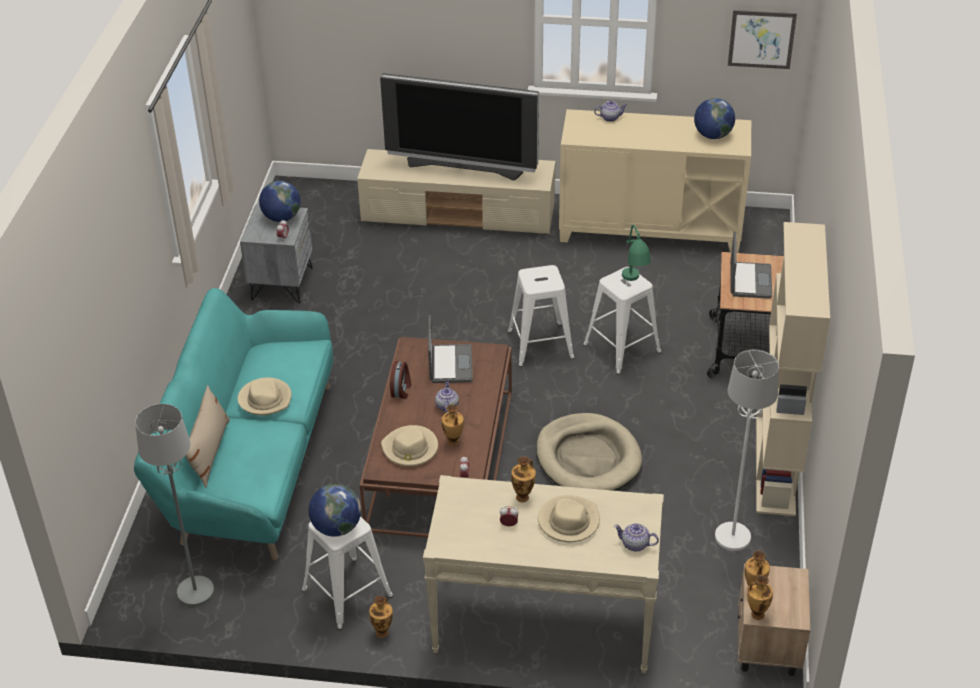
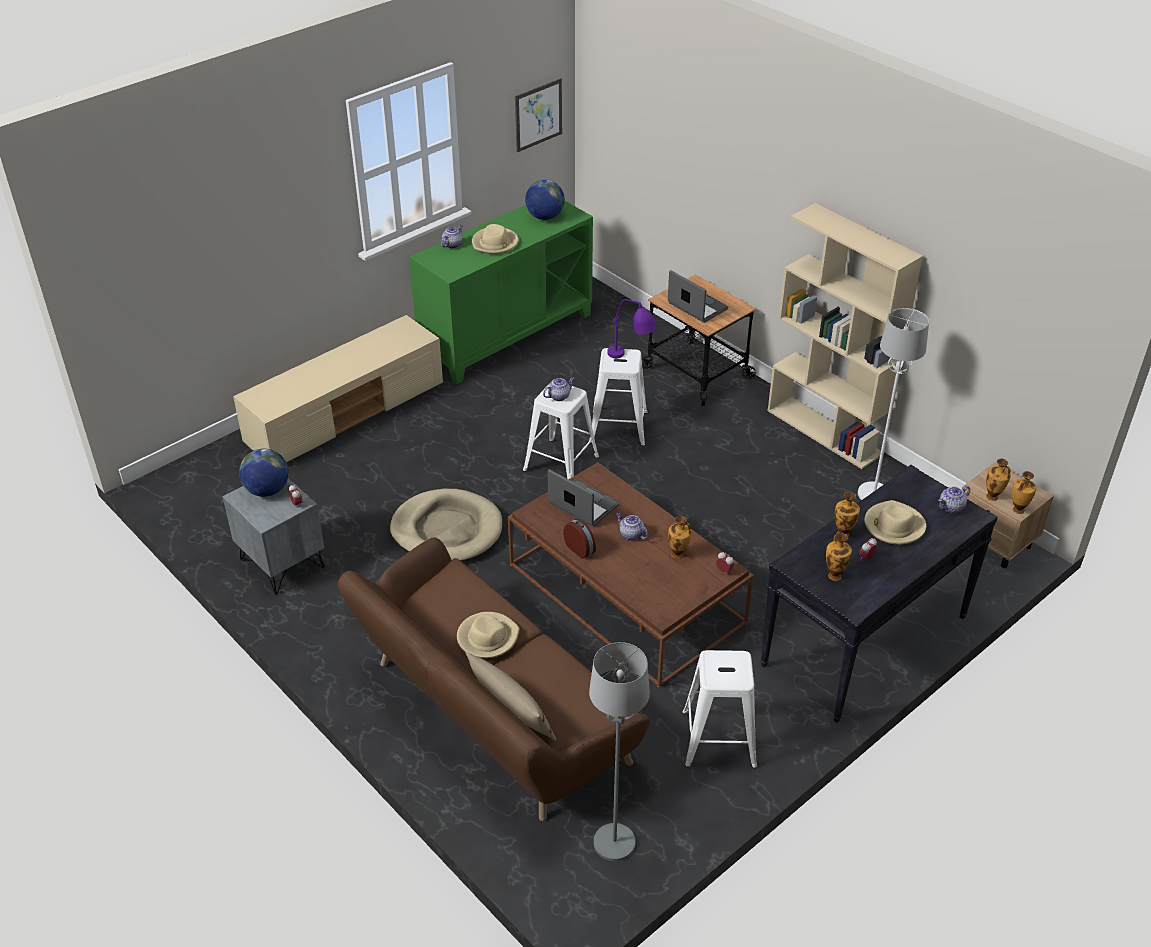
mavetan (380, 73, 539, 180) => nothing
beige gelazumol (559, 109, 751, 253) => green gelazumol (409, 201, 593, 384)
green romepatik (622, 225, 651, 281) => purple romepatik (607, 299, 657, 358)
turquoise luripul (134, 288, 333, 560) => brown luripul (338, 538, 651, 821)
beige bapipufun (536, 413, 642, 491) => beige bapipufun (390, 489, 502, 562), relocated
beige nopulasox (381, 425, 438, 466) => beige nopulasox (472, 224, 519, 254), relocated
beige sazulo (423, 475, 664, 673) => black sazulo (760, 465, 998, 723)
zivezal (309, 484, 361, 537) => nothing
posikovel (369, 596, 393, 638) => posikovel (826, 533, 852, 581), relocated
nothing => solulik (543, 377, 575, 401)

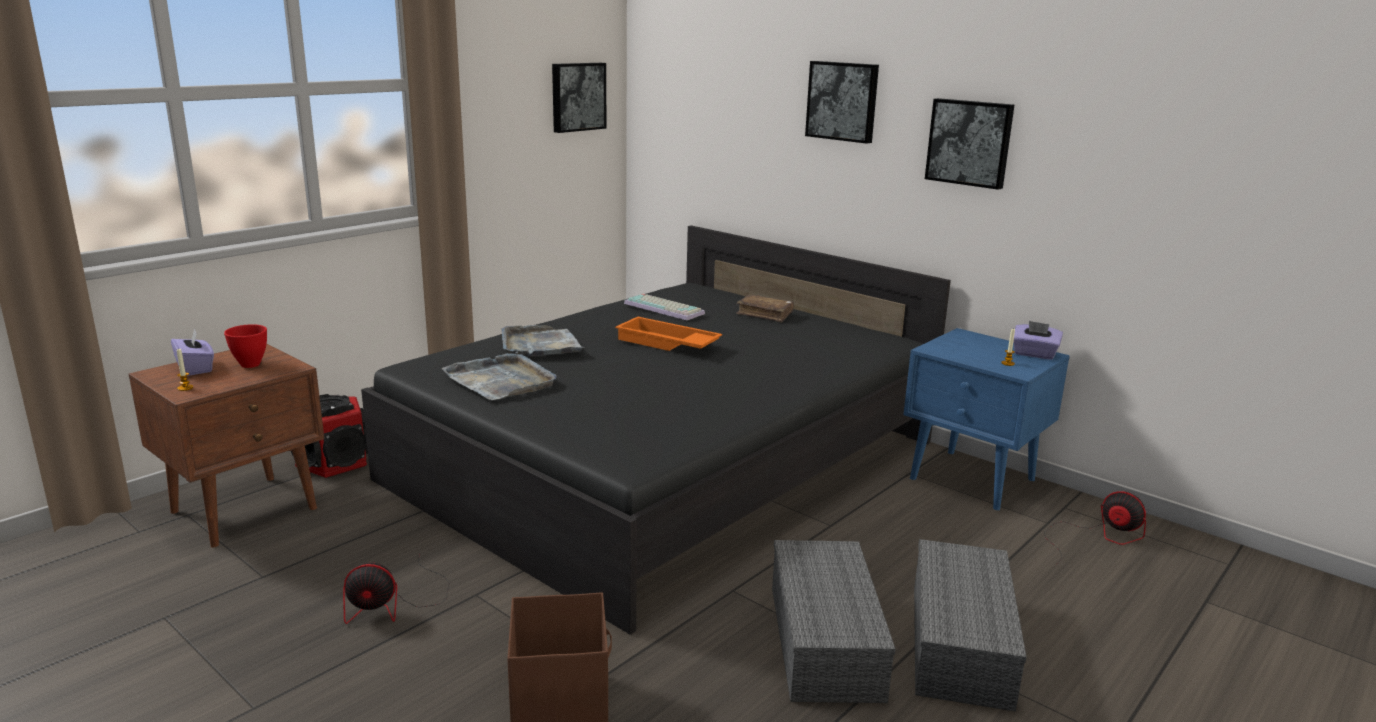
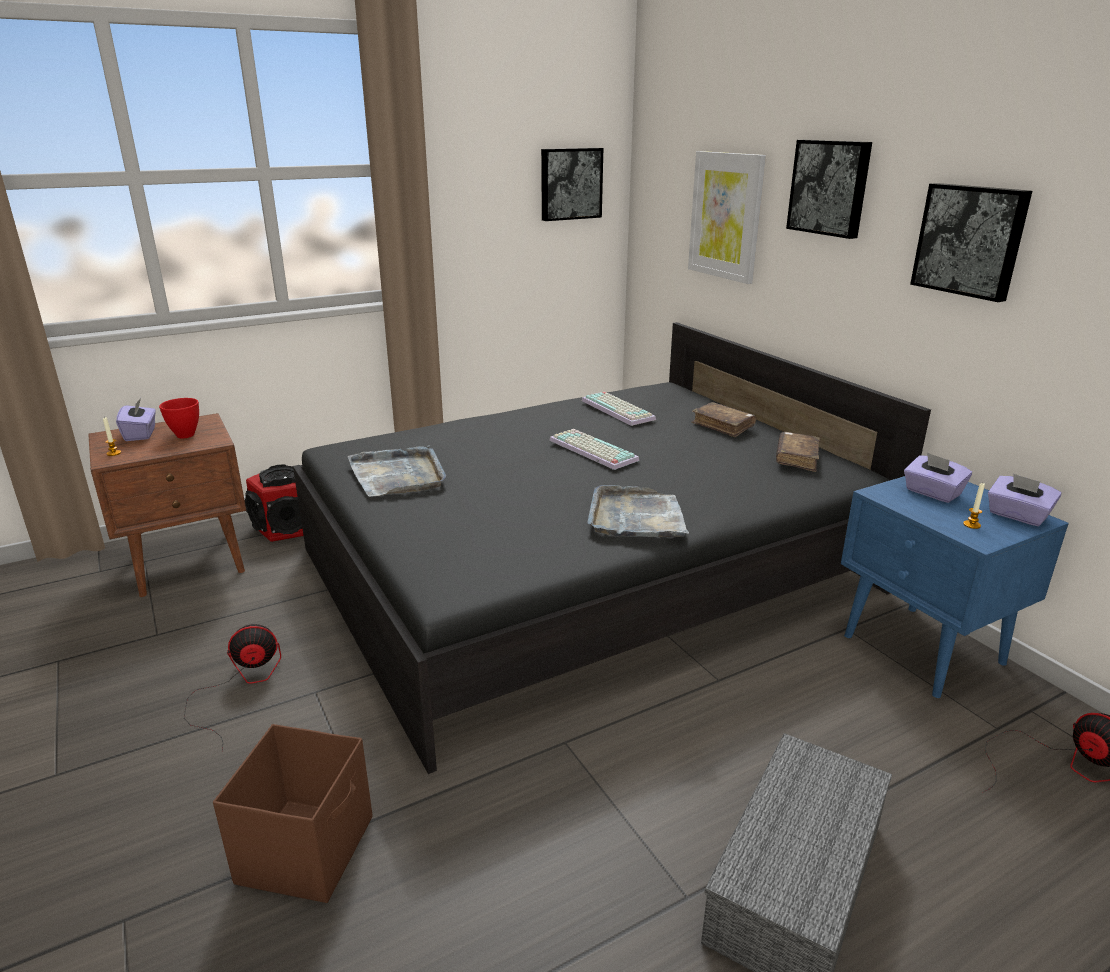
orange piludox (615, 317, 722, 351) => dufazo (549, 429, 639, 470)
grey piludox (502, 325, 584, 356) => grey piludox (587, 485, 689, 537), relocated
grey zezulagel (772, 540, 896, 703) => nothing
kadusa (343, 553, 450, 624) => kadusa (184, 624, 281, 752), 150 degrees clockwise
nothing => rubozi (688, 151, 766, 284)
nothing => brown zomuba (776, 432, 820, 472)
nothing => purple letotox (904, 453, 972, 503)

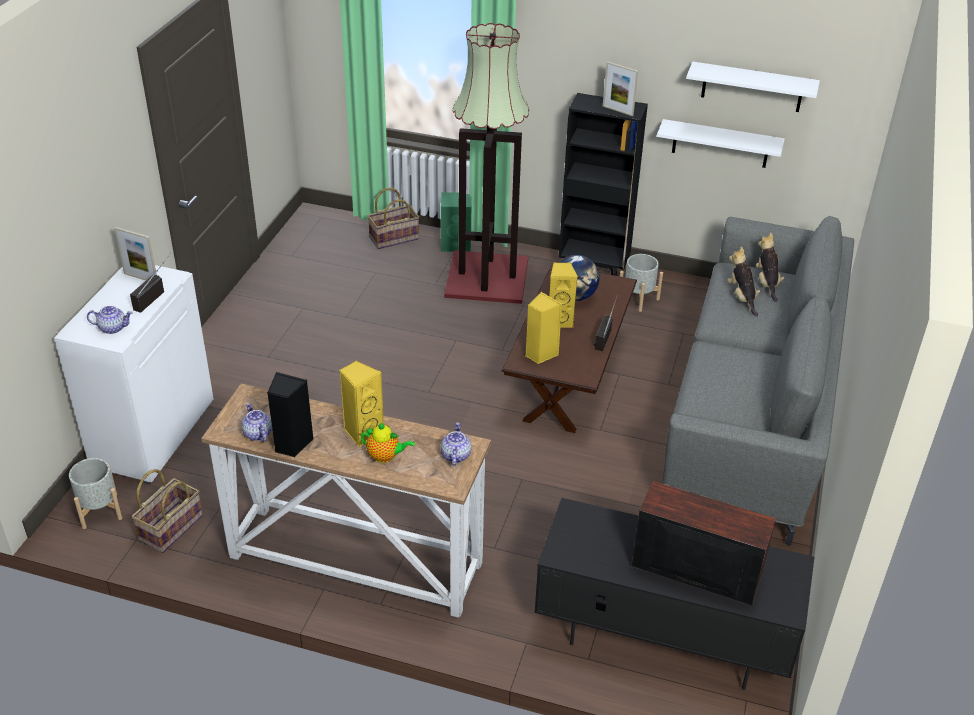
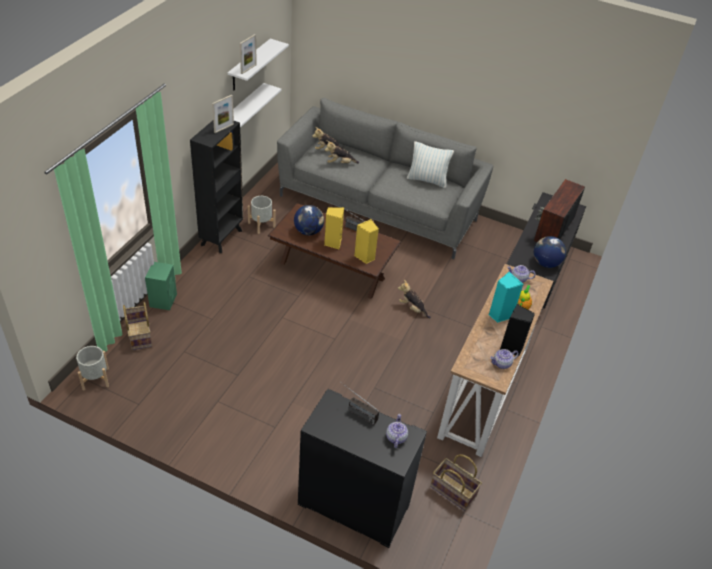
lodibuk (444, 23, 529, 304) => nothing
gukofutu (114, 227, 157, 280) => gukofutu (240, 34, 257, 74), relocated
white gelazumol (54, 265, 214, 484) => black gelazumol (298, 389, 427, 548)
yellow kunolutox (340, 360, 384, 447) => turquoise kunolutox (489, 272, 524, 323)
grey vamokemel (69, 458, 122, 529) => grey vamokemel (76, 346, 109, 391), relocated
nothing => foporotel (407, 141, 454, 188)
nothing => zivezal (534, 236, 566, 268)
nothing => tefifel (398, 280, 431, 319)

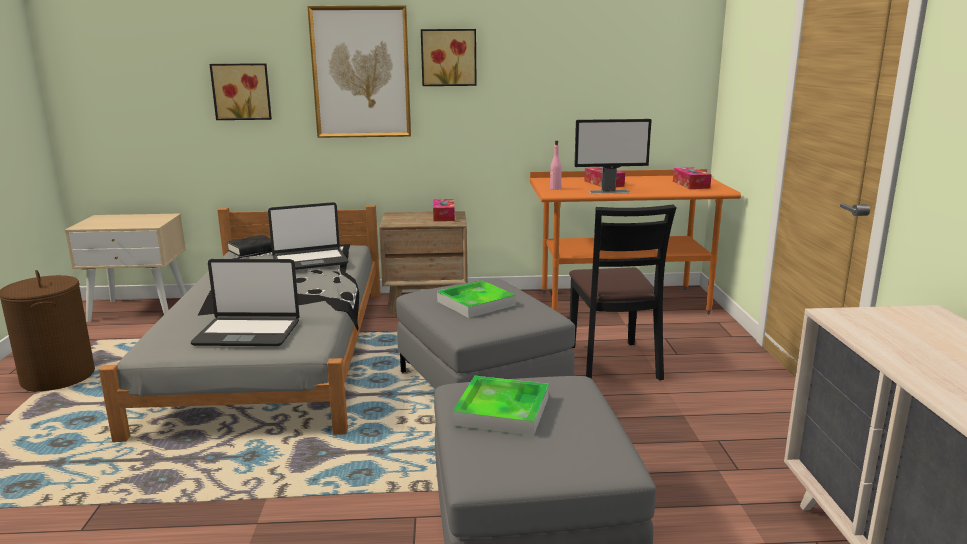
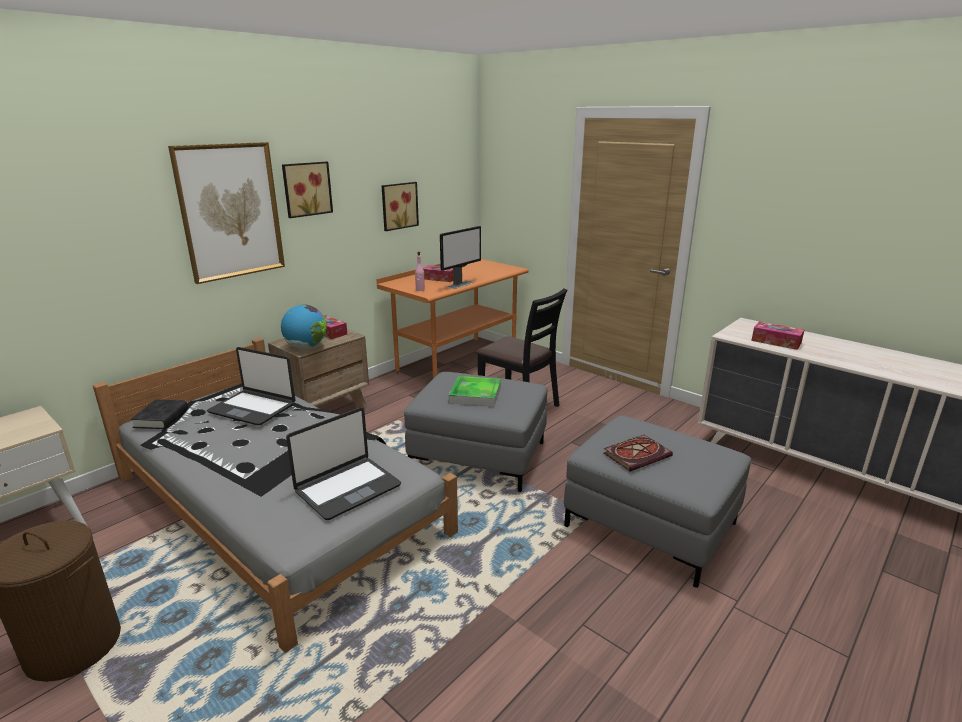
rubozi (209, 63, 272, 120) => rubozi (382, 182, 419, 231), relocated
letotox (673, 167, 712, 189) => letotox (751, 321, 804, 350), relocated
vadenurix (268, 202, 348, 270) => vadenurix (207, 347, 295, 425), 90 degrees clockwise
piludox (452, 376, 549, 436) => zomuba (604, 435, 673, 472)
nothing => zivezal (281, 304, 327, 349)

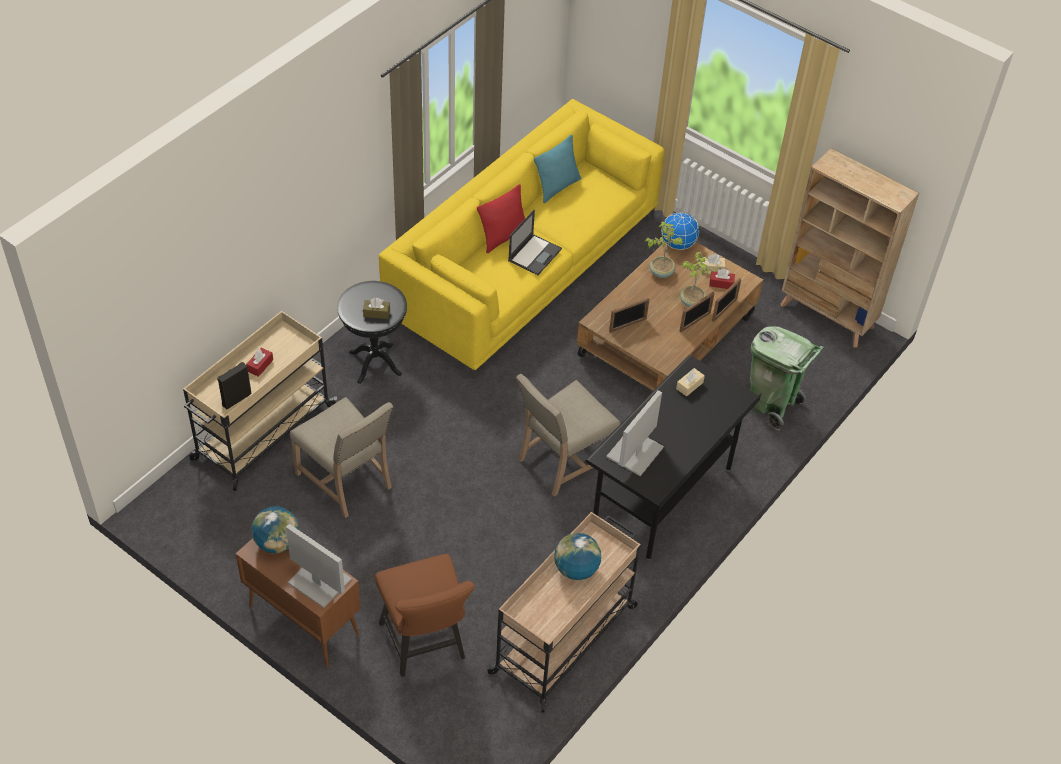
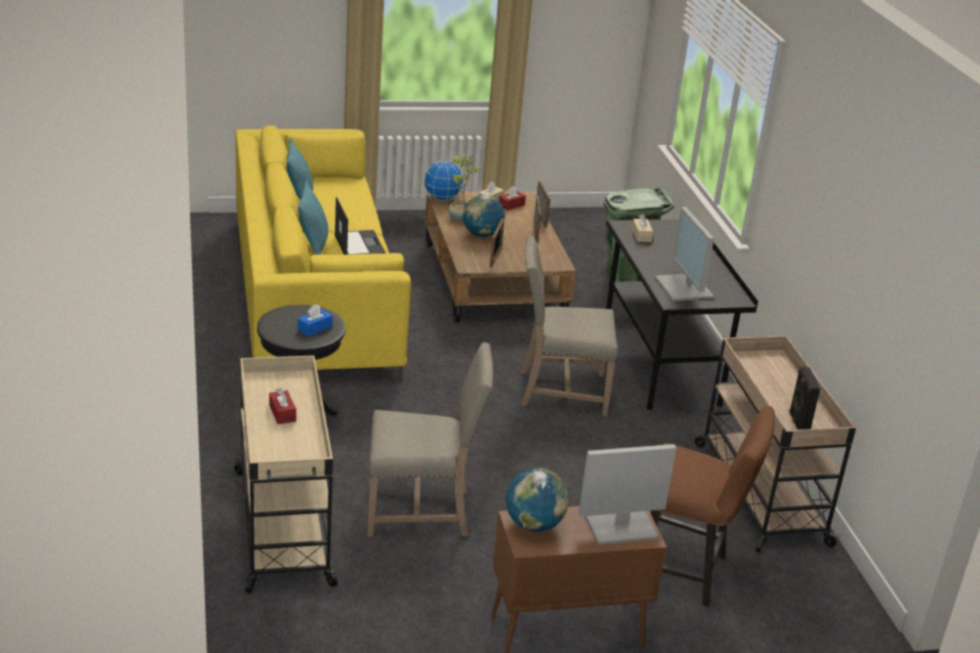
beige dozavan (781, 148, 919, 348) => nothing
red foporotel (477, 184, 525, 253) => turquoise foporotel (298, 180, 328, 255)
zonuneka (680, 251, 722, 307) => nothing
brown letotox (363, 298, 390, 319) => blue letotox (298, 304, 333, 336)
black kunolutox (217, 362, 252, 409) => black kunolutox (789, 366, 821, 430), relocated
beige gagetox (516, 374, 621, 496) => beige gagetox (521, 236, 618, 416), 90 degrees clockwise
zivezal (554, 533, 601, 580) => zivezal (463, 195, 505, 237), relocated

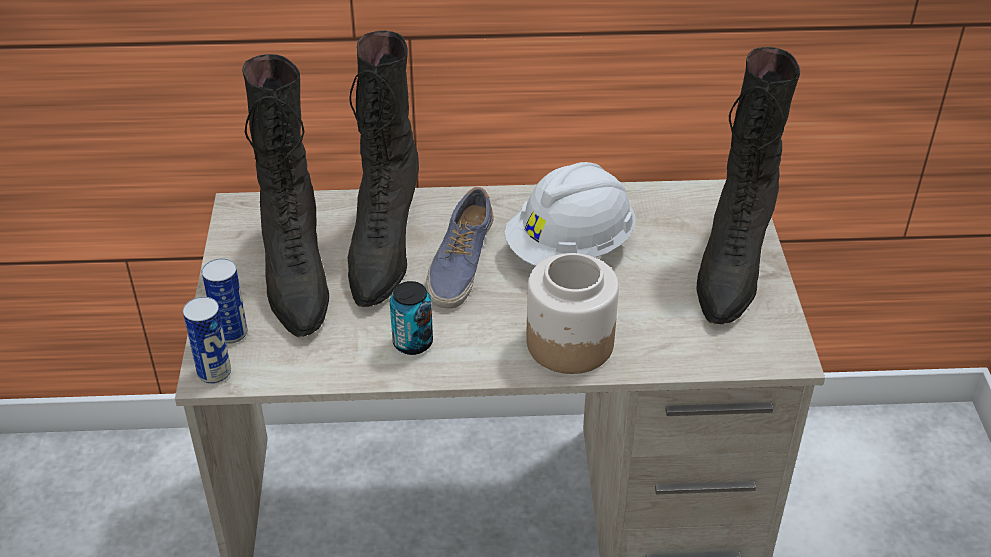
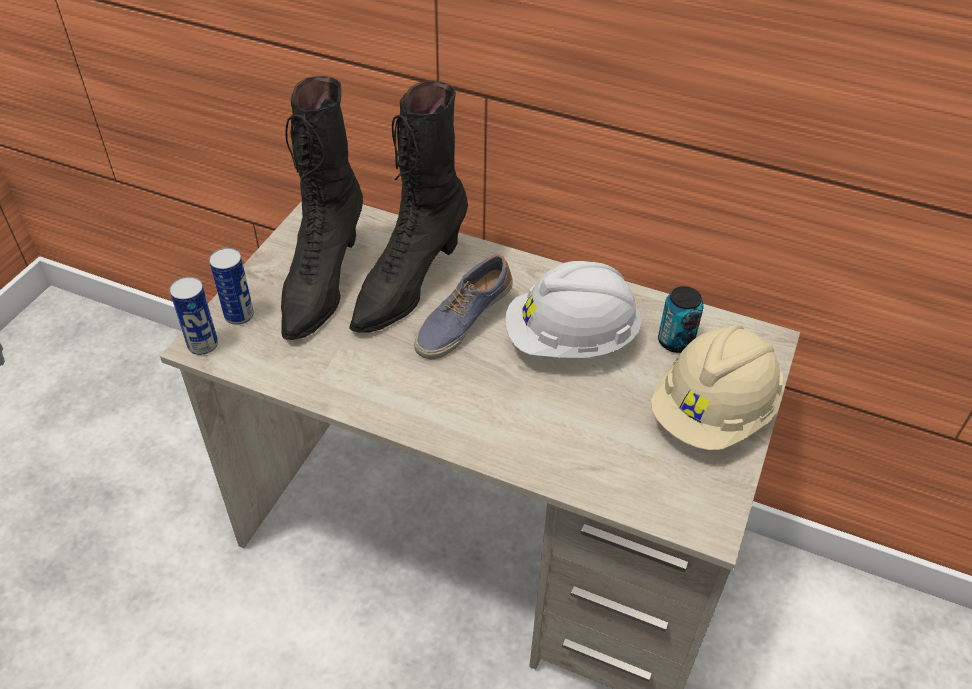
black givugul (696, 47, 800, 324) => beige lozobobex (651, 325, 783, 450)
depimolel (526, 253, 619, 374) => nothing
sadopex (390, 281, 433, 355) => sadopex (658, 286, 704, 353), relocated

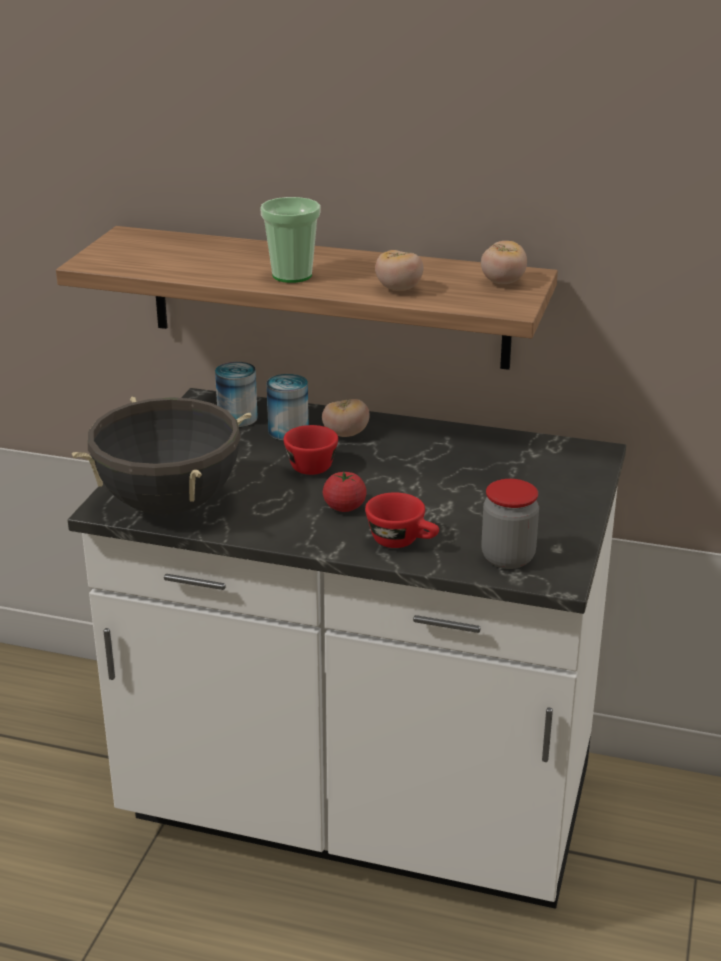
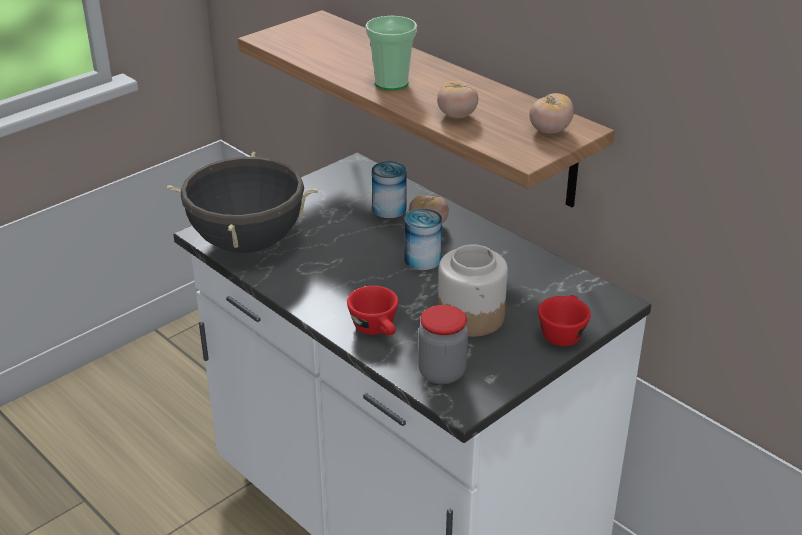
sadopex (215, 362, 258, 427) => sadopex (404, 209, 442, 270), relocated
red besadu (284, 425, 338, 475) => red besadu (538, 295, 591, 346), relocated
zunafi (323, 472, 367, 512) => nothing
nothing => depimolel (438, 244, 508, 337)

